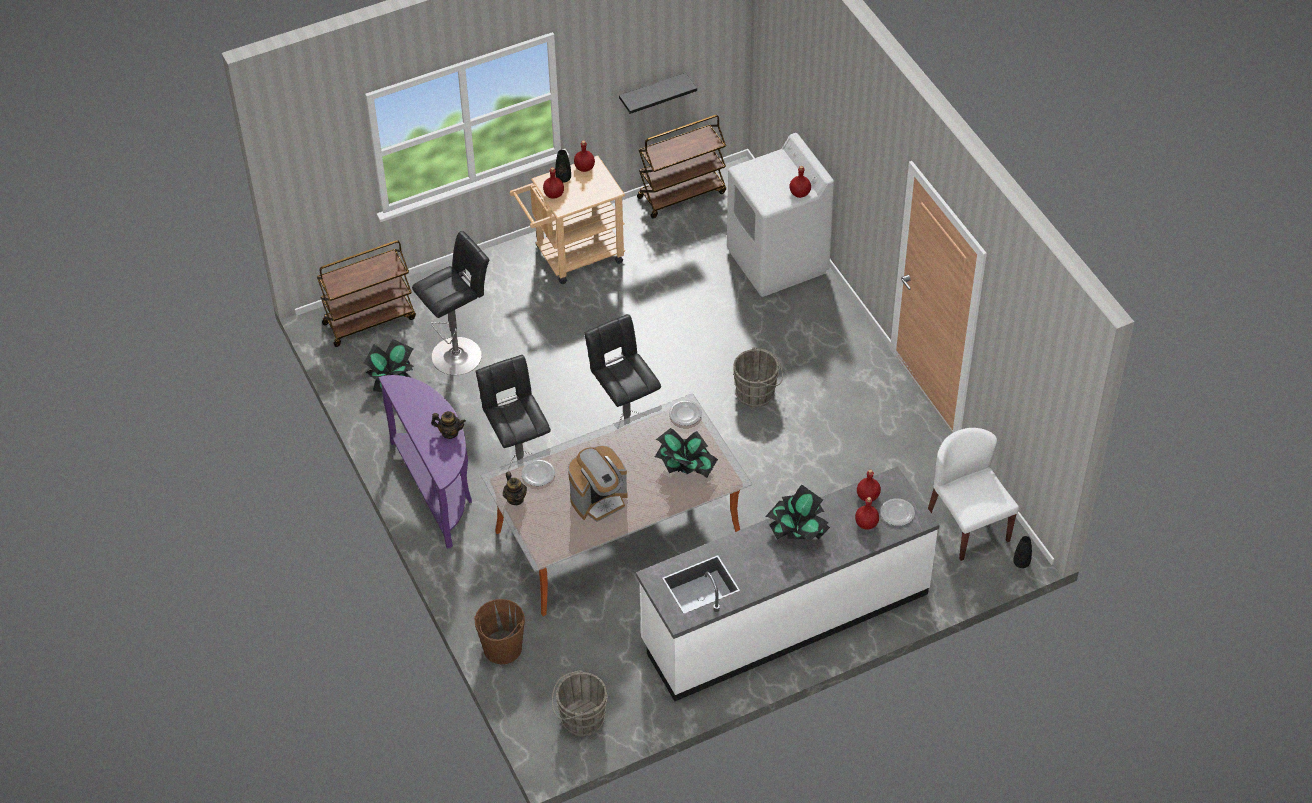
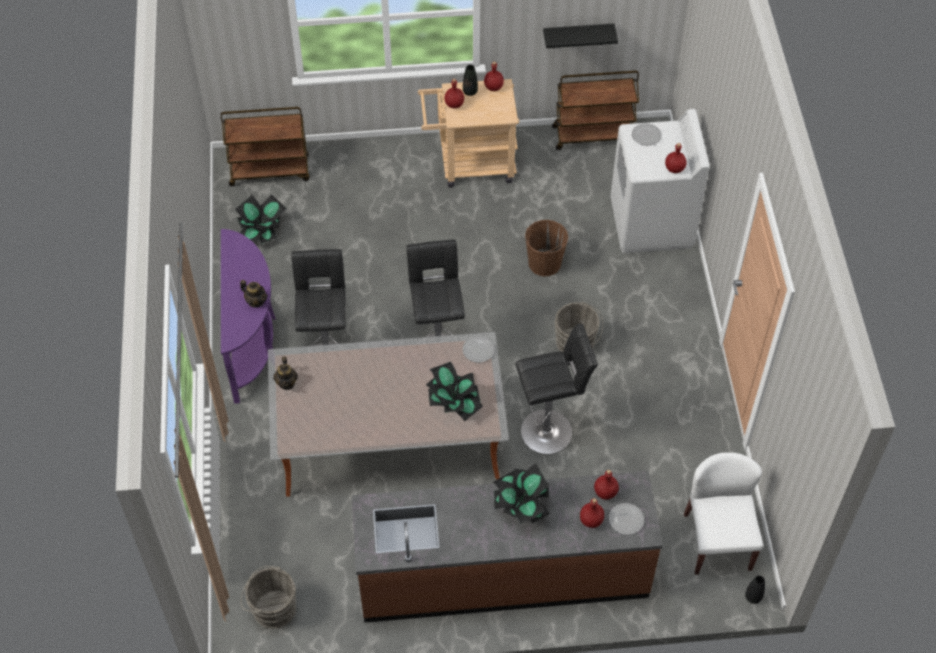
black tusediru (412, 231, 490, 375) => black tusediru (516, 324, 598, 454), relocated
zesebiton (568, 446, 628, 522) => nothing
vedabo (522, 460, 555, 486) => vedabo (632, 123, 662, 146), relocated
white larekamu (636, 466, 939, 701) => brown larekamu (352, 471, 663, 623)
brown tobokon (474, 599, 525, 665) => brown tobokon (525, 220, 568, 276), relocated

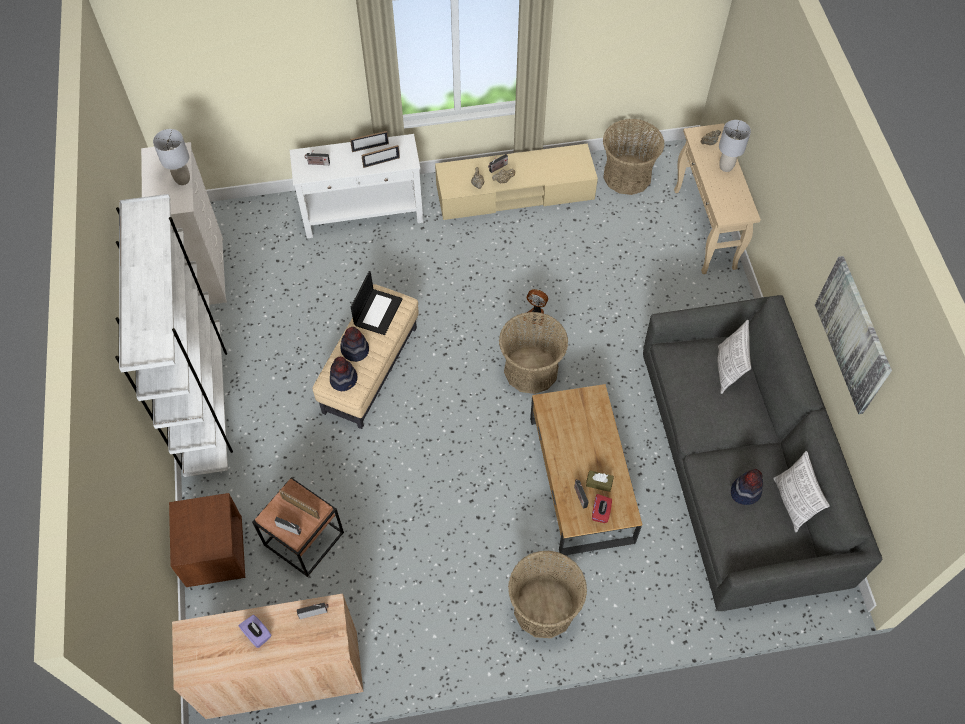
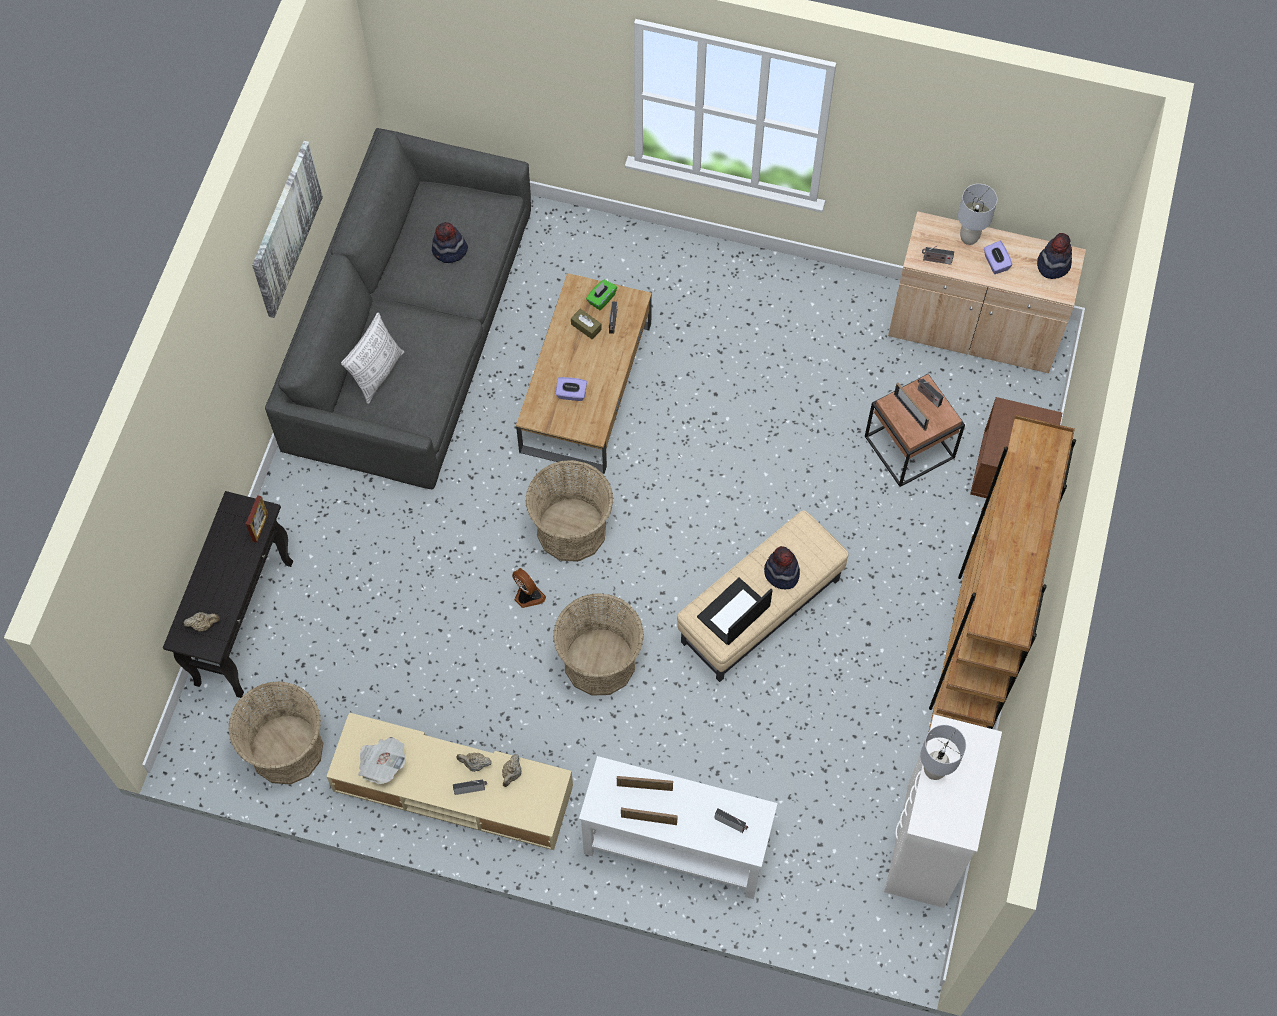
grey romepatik (719, 120, 751, 172) => grey romepatik (958, 184, 997, 245), relocated
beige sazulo (674, 123, 761, 274) => black sazulo (163, 491, 293, 698)
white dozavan (115, 194, 233, 477) => brown dozavan (929, 415, 1076, 730)
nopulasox (330, 357, 358, 391) => nopulasox (1037, 233, 1072, 279), relocated
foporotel (773, 451, 830, 532) => nothing
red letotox (592, 494, 612, 523) => green letotox (586, 280, 617, 310)
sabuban (508, 550, 587, 638) => sabuban (553, 593, 644, 696), relocated
nothing => purple letotox (556, 377, 587, 401)
nothing => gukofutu (246, 495, 268, 542)
nothing => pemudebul (358, 737, 406, 784)

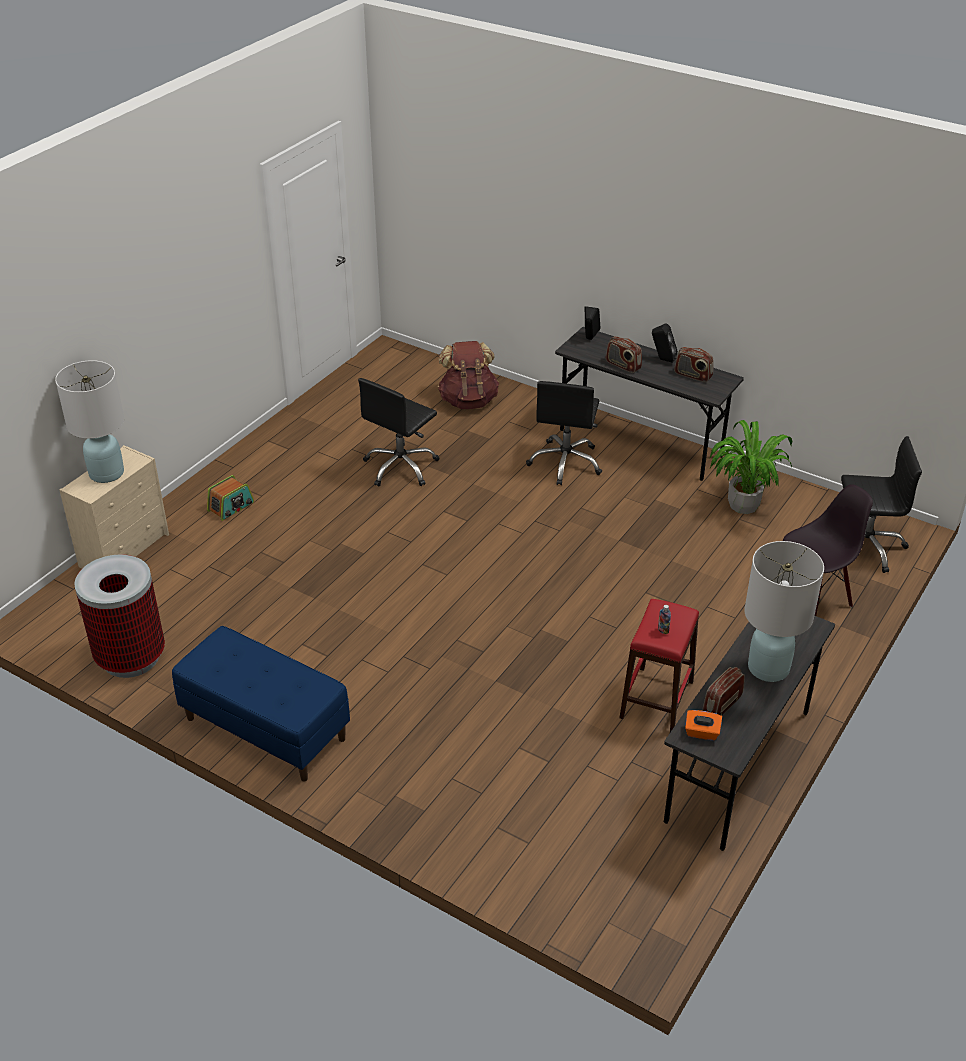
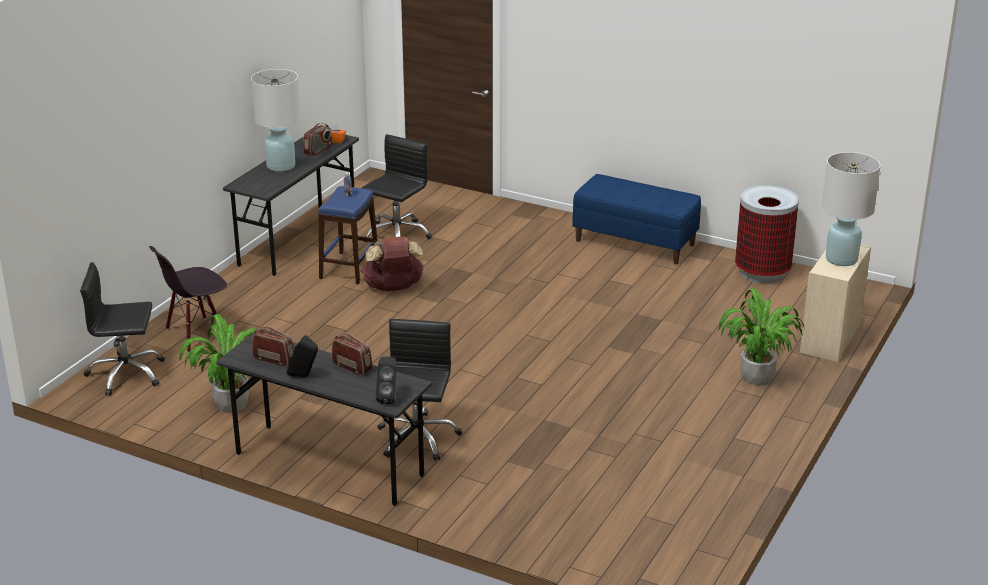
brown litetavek (438, 341, 499, 409) => brown litetavek (361, 236, 424, 291), relocated
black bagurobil (358, 378, 440, 487) => black bagurobil (362, 134, 432, 242), relocated
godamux (207, 475, 254, 521) => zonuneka (719, 288, 805, 386)
red tusediru (619, 599, 699, 732) => blue tusediru (318, 186, 378, 285)

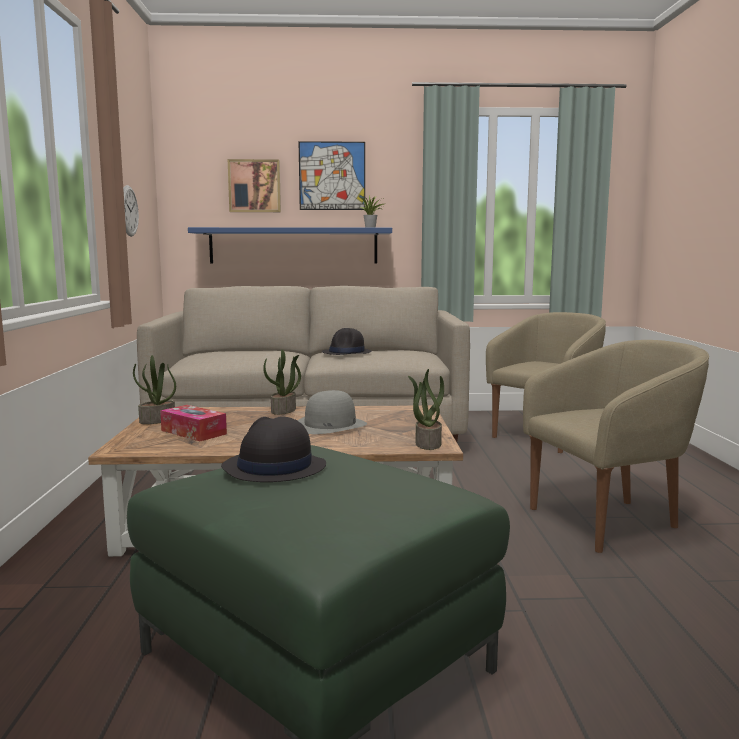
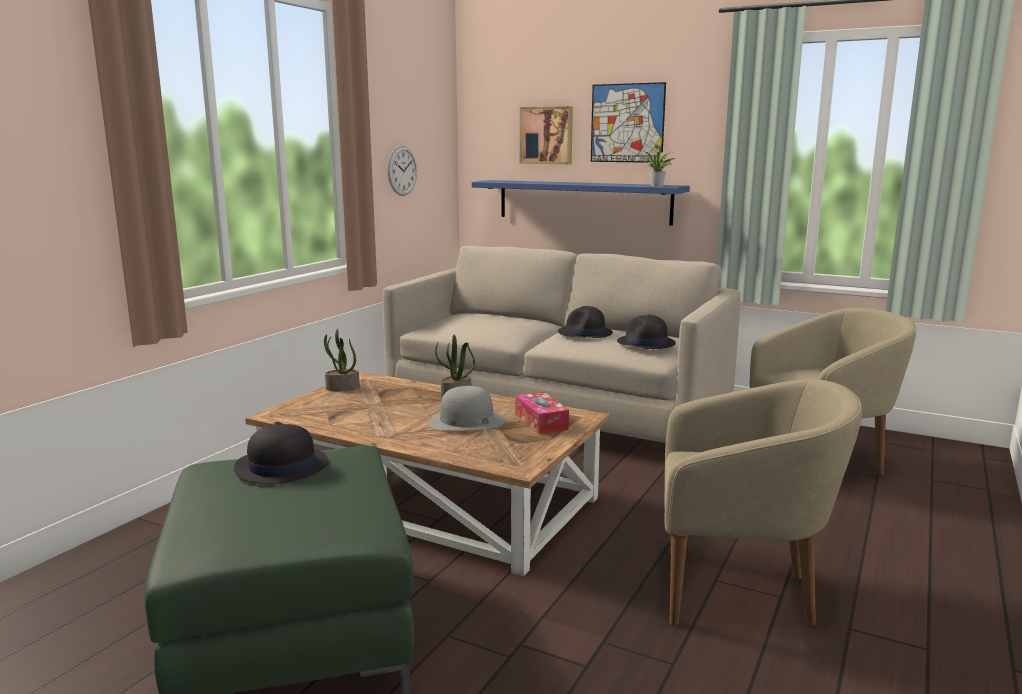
zonuneka (408, 369, 444, 450) => nothing
letotox (160, 405, 227, 441) => letotox (515, 392, 569, 434), relocated
nothing => black nopulasox (617, 315, 676, 349)

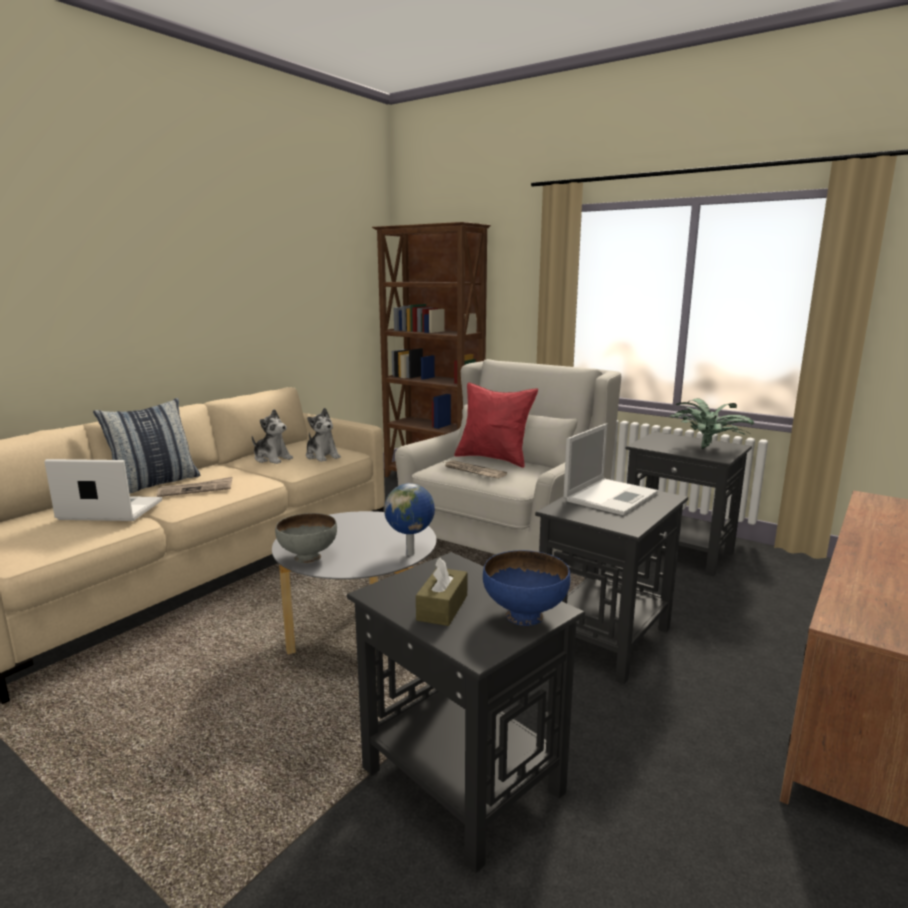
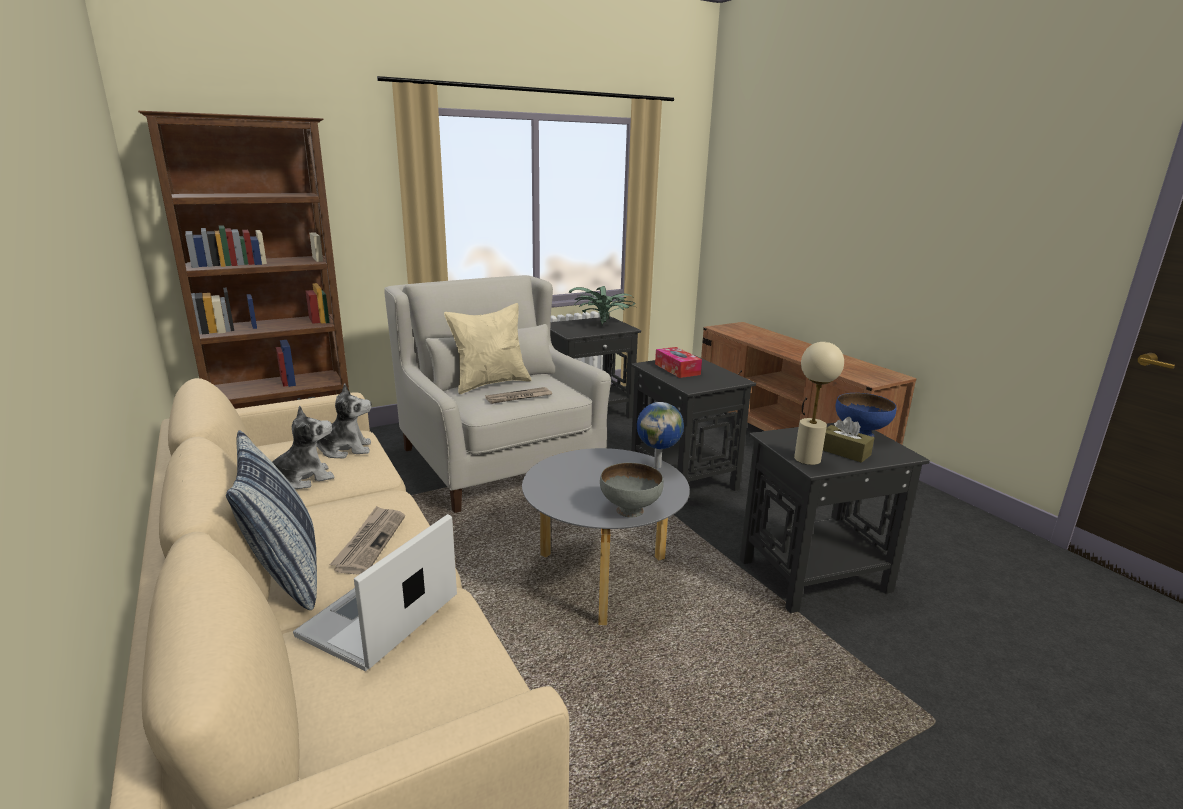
red foporotel (454, 382, 538, 468) => beige foporotel (444, 303, 531, 394)
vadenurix (564, 424, 658, 515) => letotox (655, 347, 702, 378)
nothing => beige romepatik (794, 342, 844, 465)

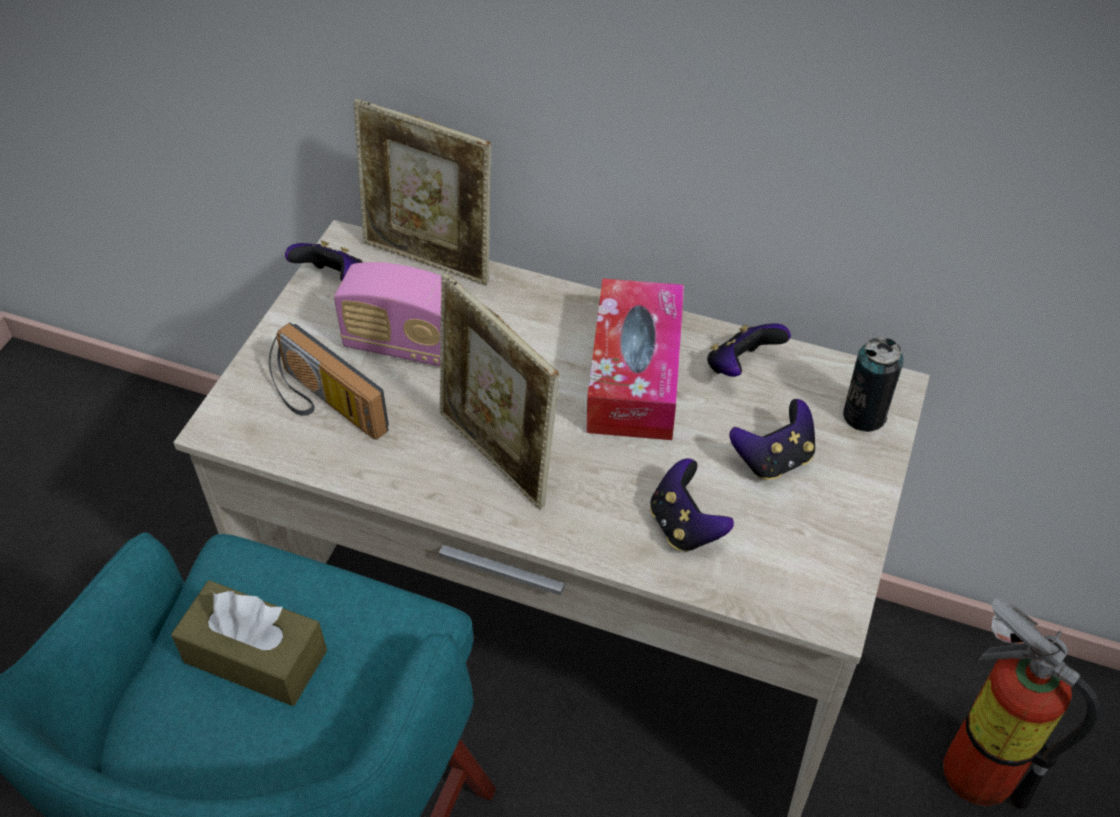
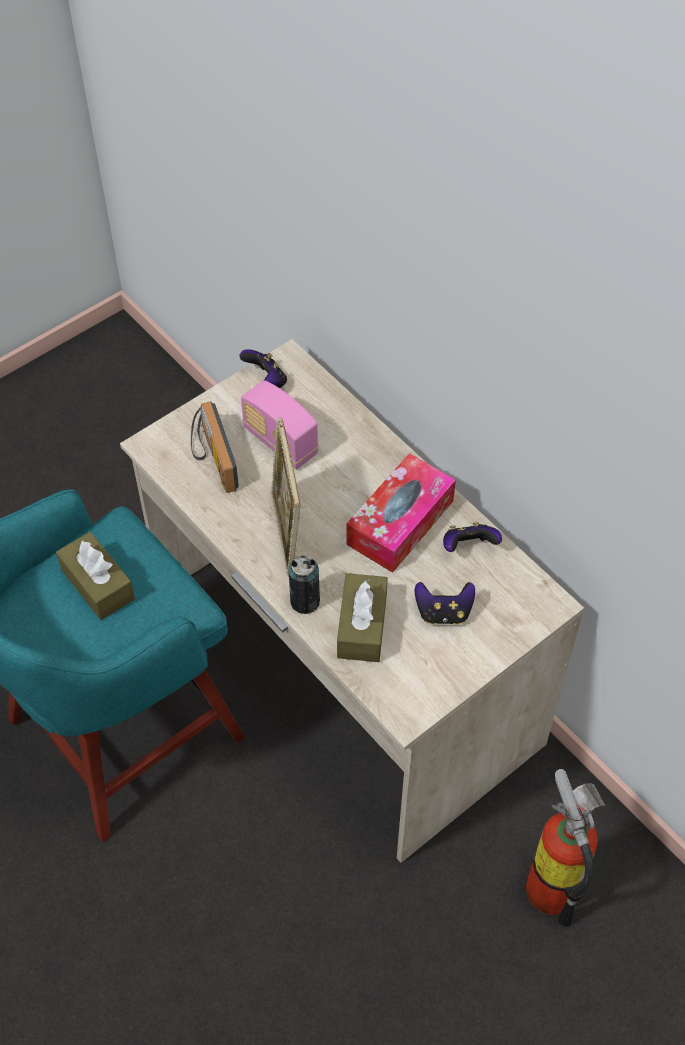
gukofutu (353, 98, 492, 285) => nothing
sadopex (843, 337, 903, 432) => sadopex (288, 555, 320, 614), relocated
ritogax (650, 459, 734, 552) => brown letotox (337, 573, 388, 662)

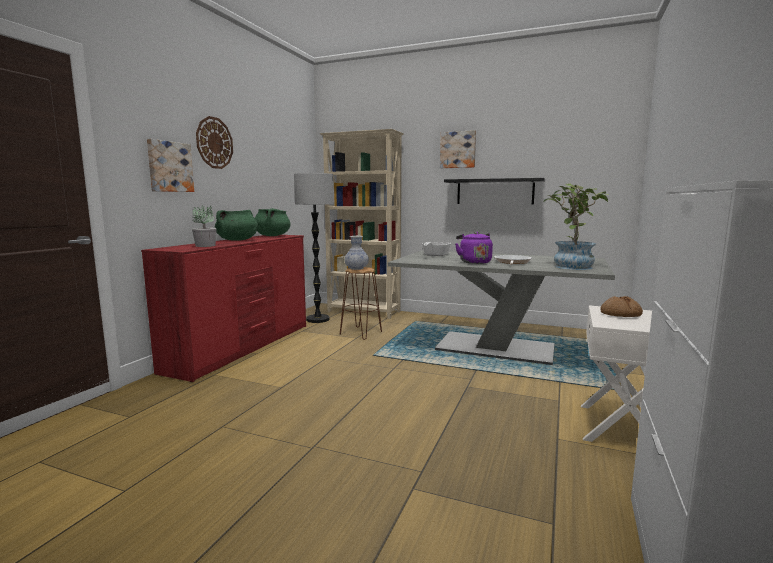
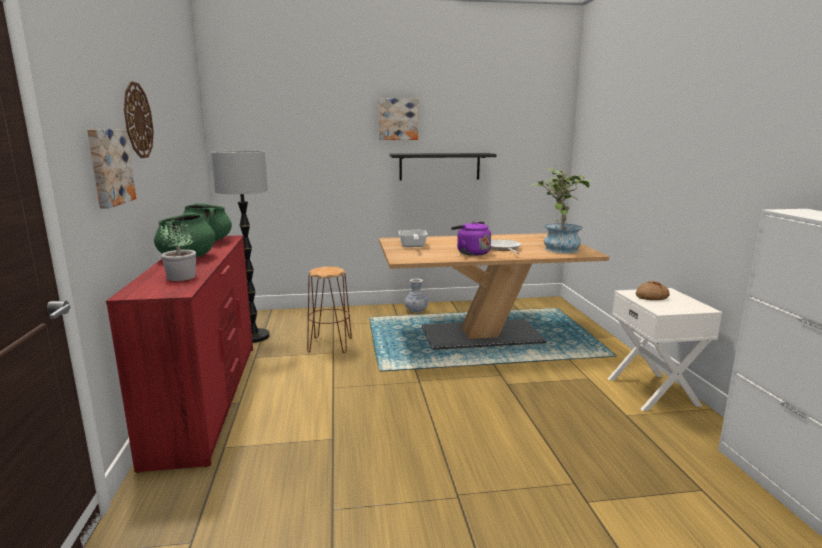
beige dozavan (320, 129, 404, 319) => nothing
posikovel (345, 236, 369, 270) => posikovel (404, 279, 428, 313), relocated
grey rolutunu (388, 250, 615, 365) => brown rolutunu (379, 233, 609, 350)

